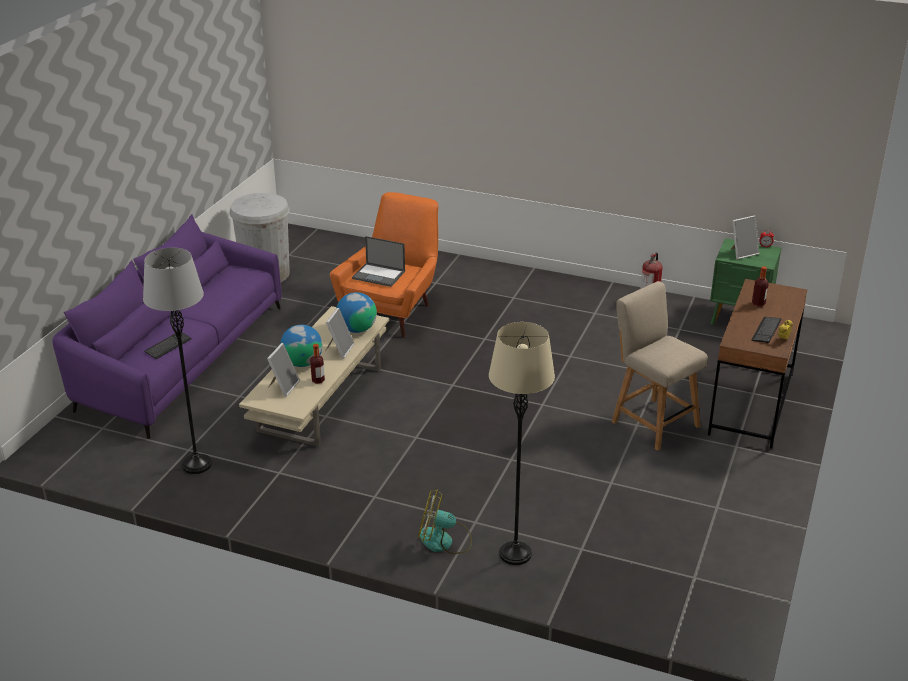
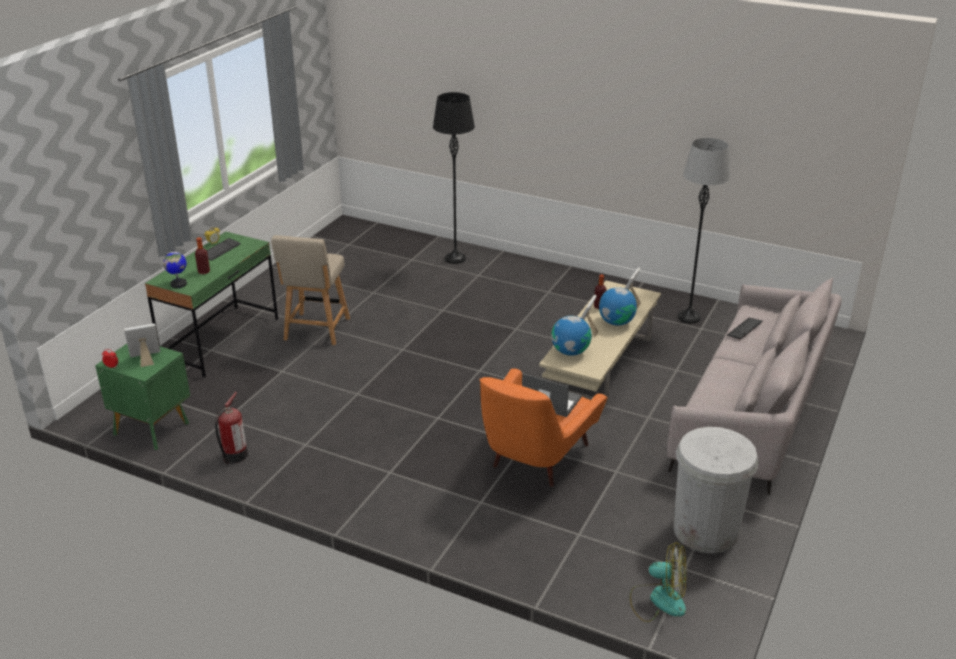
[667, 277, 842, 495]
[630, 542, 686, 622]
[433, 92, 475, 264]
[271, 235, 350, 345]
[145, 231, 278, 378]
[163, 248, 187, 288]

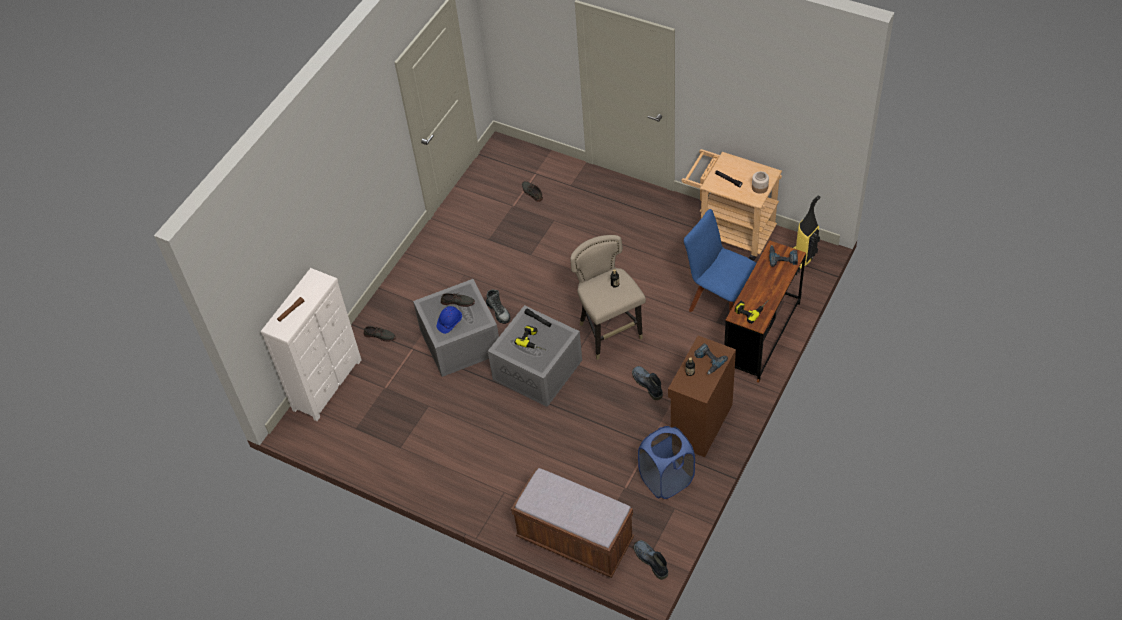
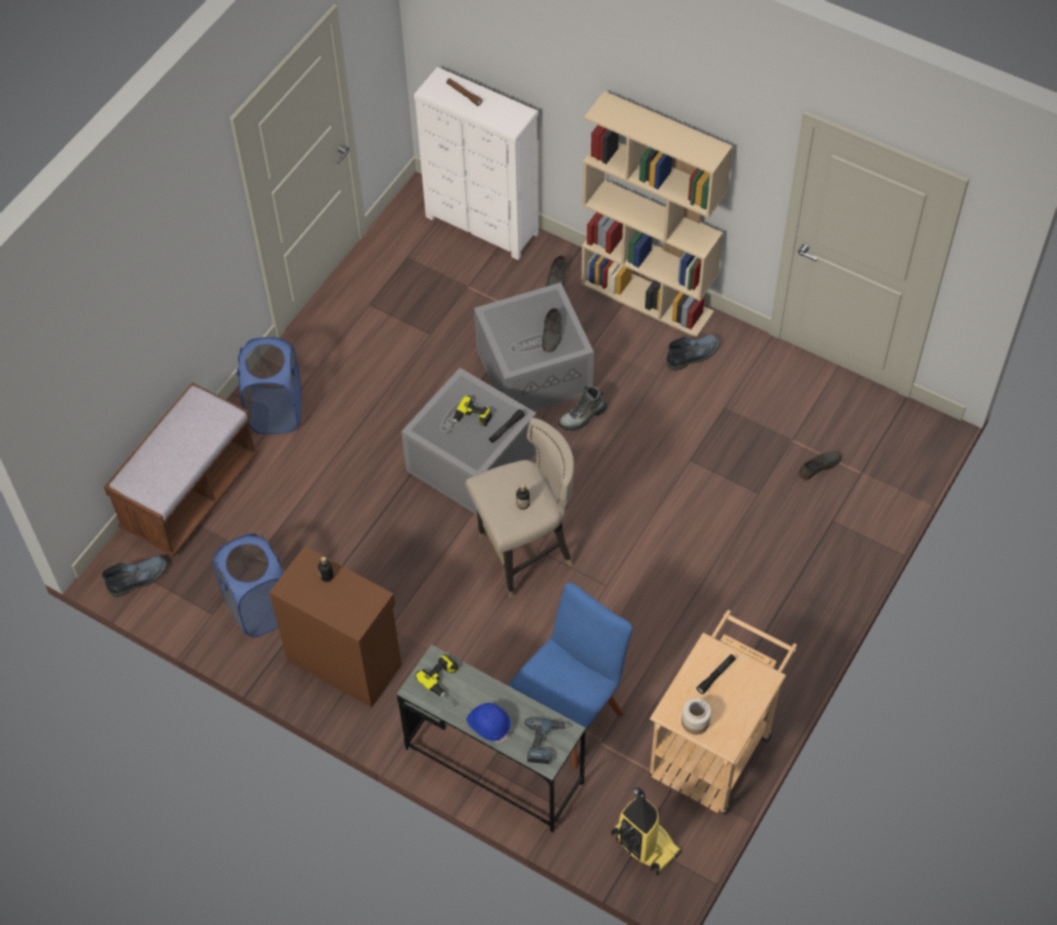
[467, 703, 511, 743]
[667, 334, 720, 371]
[694, 343, 728, 374] (first image)
[397, 644, 586, 832]
[237, 337, 301, 434]
[581, 91, 733, 338]

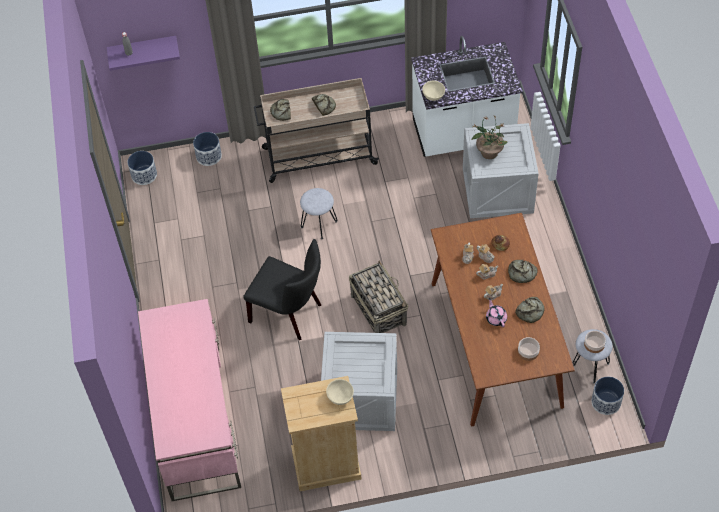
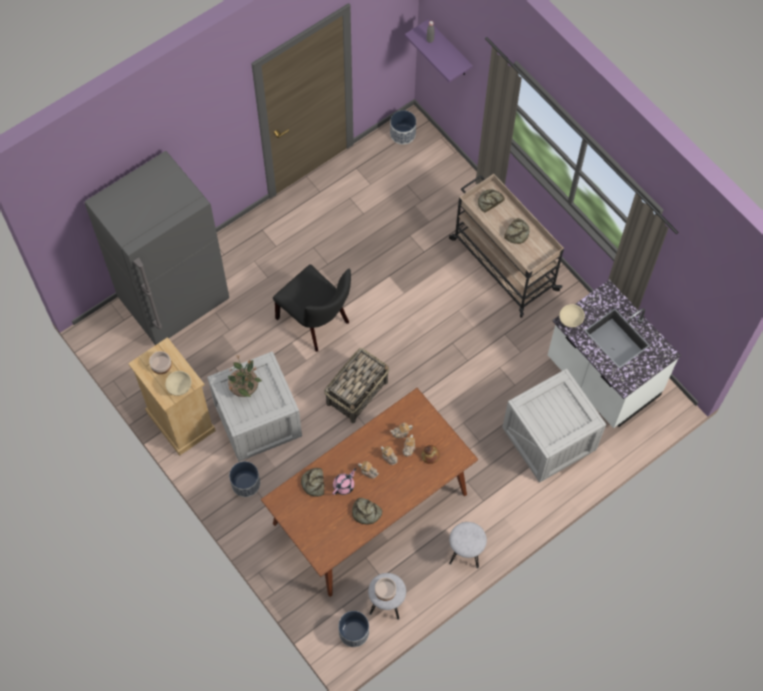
[85, 151, 229, 345]
[229, 461, 260, 497]
[273, 264, 351, 352]
[449, 522, 487, 568]
[228, 355, 262, 397]
[301, 468, 324, 497]
[149, 351, 172, 374]

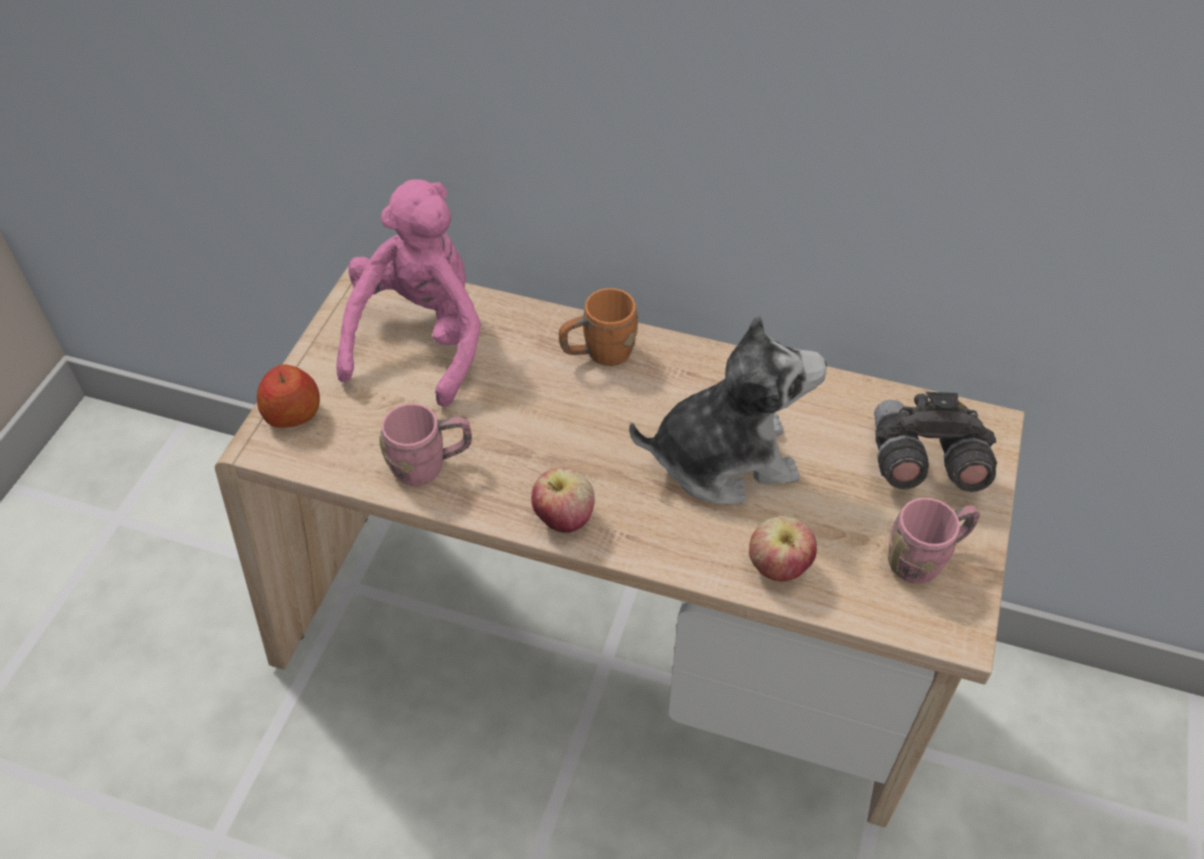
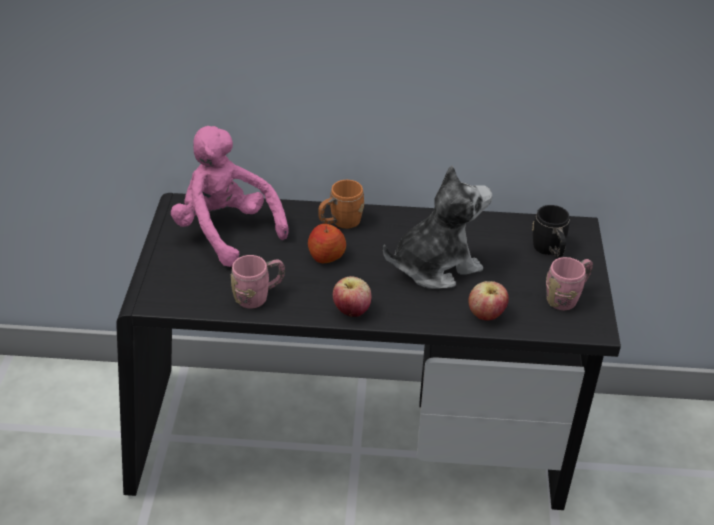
[116, 193, 621, 510]
[308, 224, 346, 263]
[171, 126, 289, 267]
[532, 205, 570, 257]

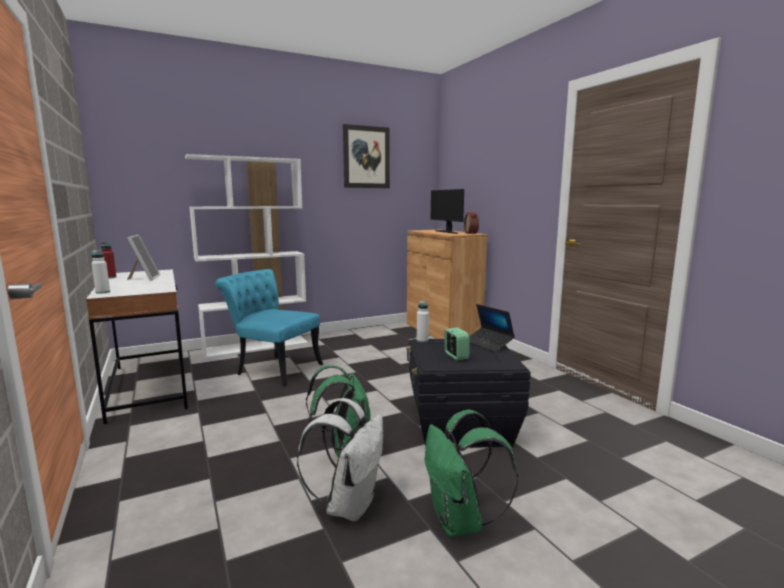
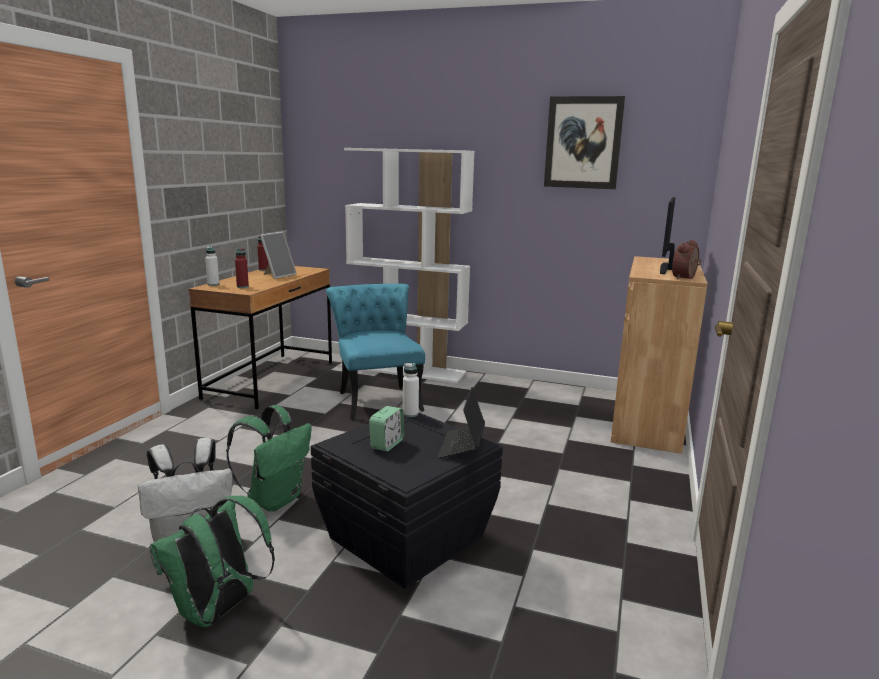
[189, 266, 332, 409]
[235, 248, 249, 288]

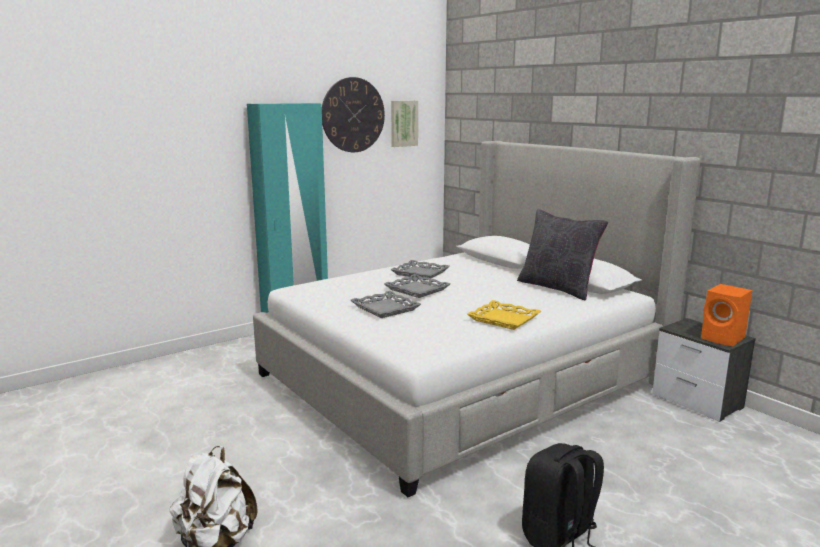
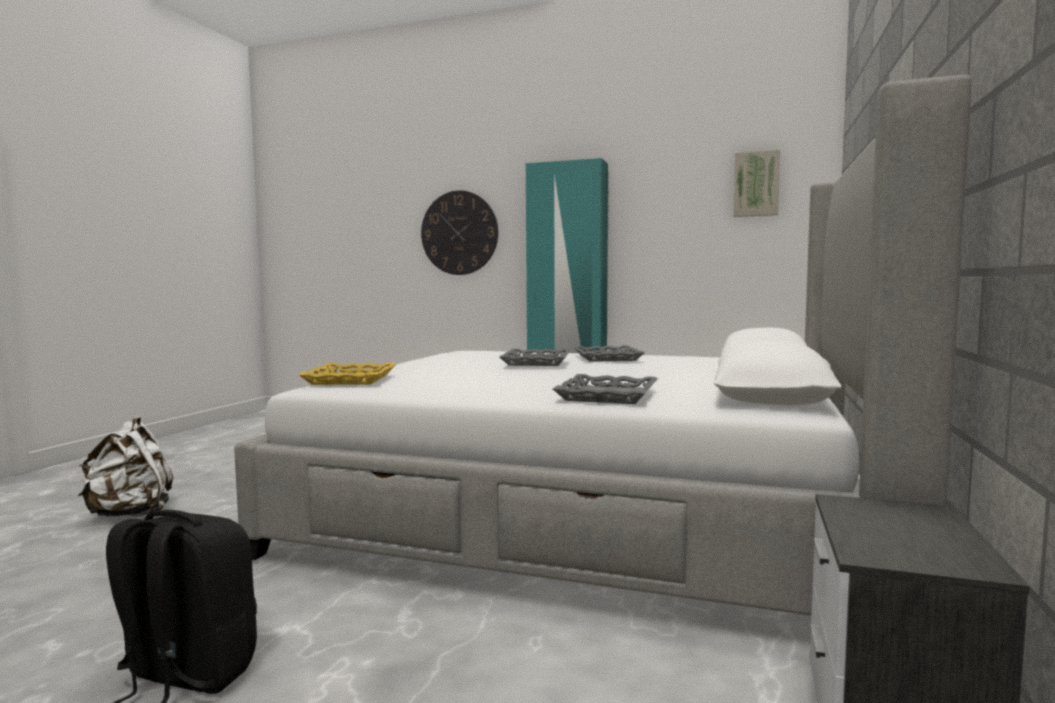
[421, 190, 498, 275]
[553, 374, 658, 404]
[299, 363, 396, 385]
[517, 209, 608, 300] (first image)
[701, 284, 752, 346] (first image)

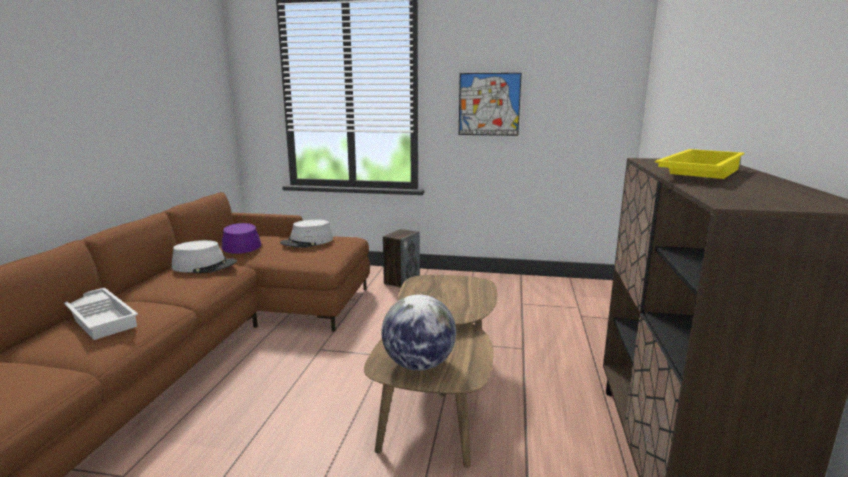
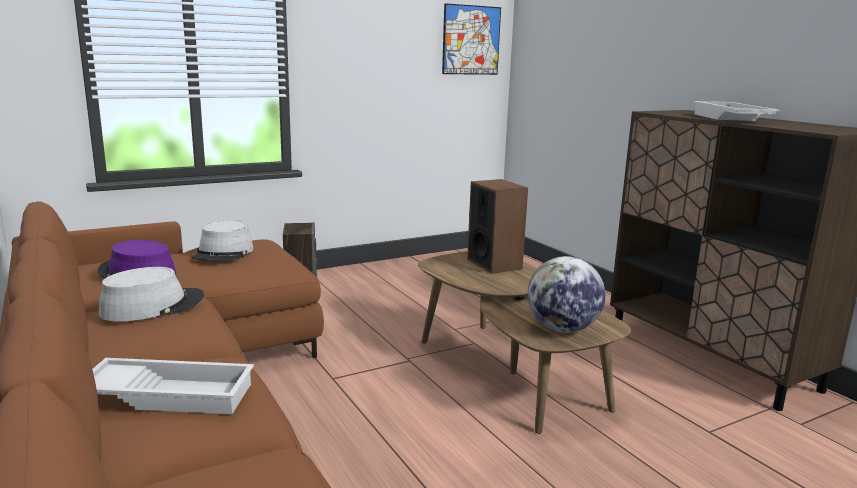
[442, 3, 501, 75]
[693, 101, 780, 121]
[467, 179, 528, 274]

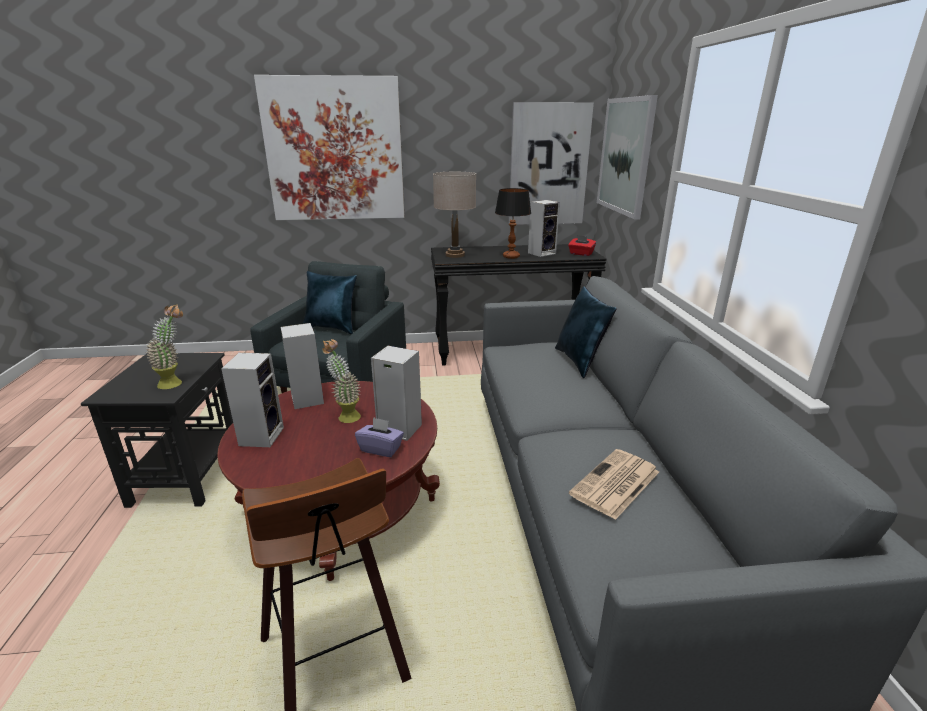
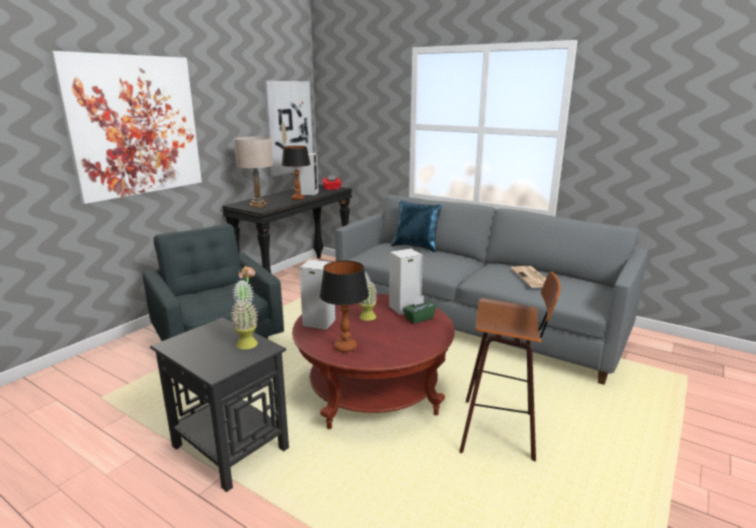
[320, 261, 369, 352]
[302, 271, 357, 334] (first image)
[403, 296, 436, 324]
[597, 95, 658, 220] (first image)

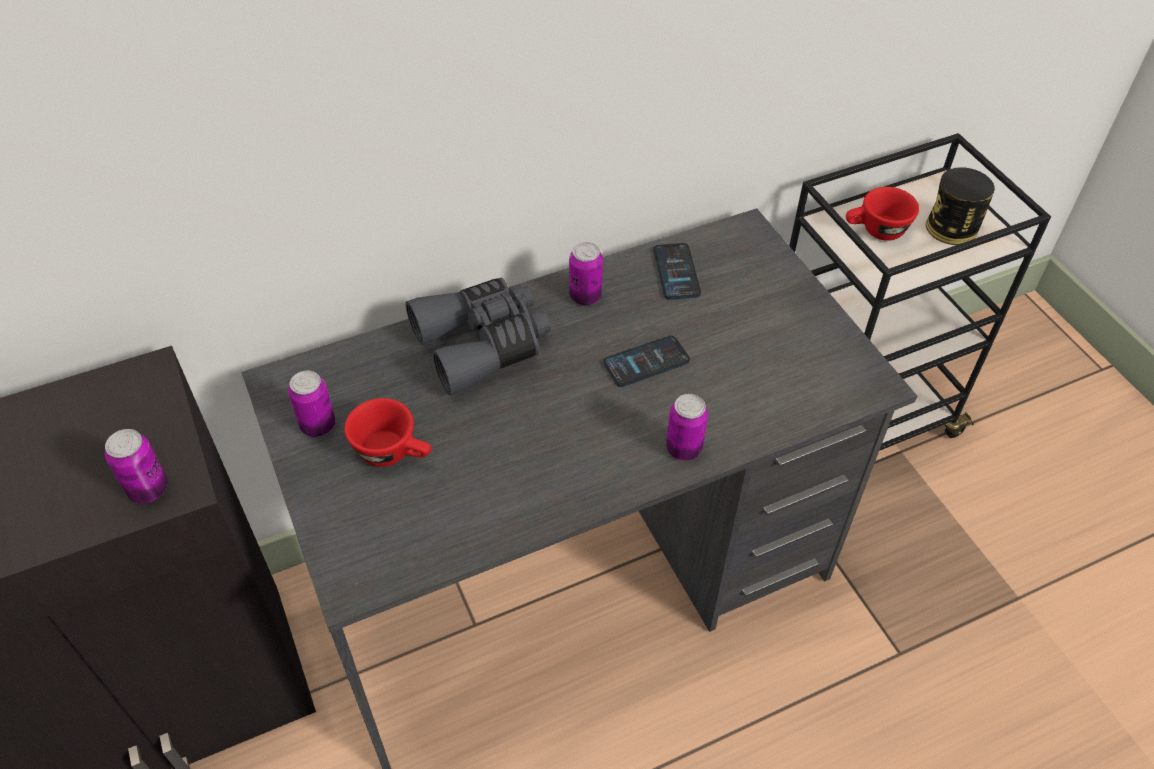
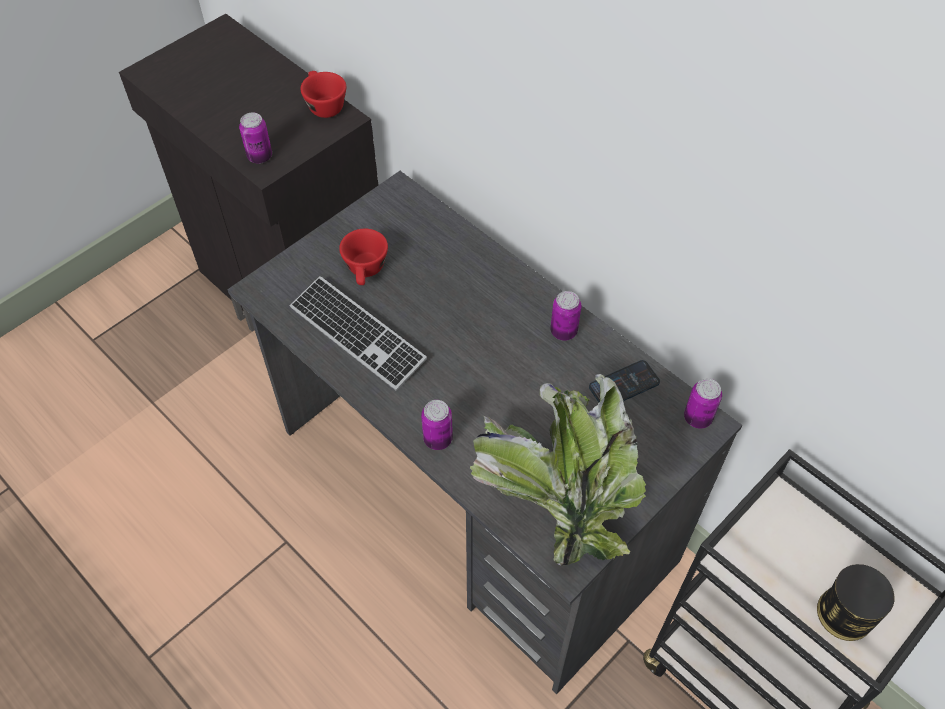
[684, 378, 722, 429]
[405, 278, 551, 396] (first image)
[604, 336, 690, 387] (first image)
[300, 71, 346, 118]
[290, 276, 427, 390]
[470, 374, 646, 566]

